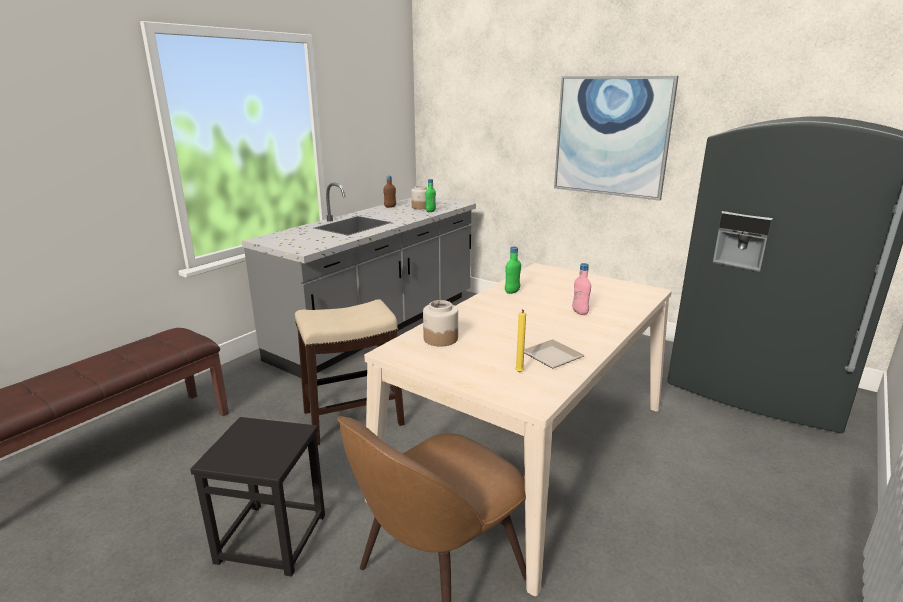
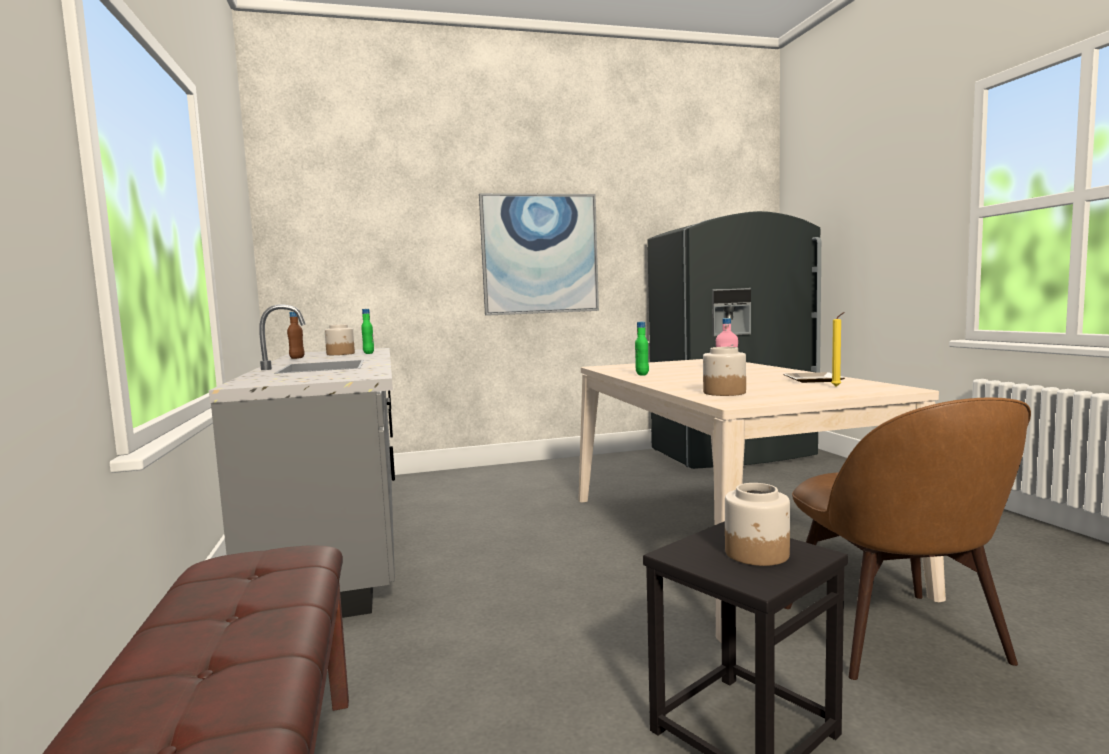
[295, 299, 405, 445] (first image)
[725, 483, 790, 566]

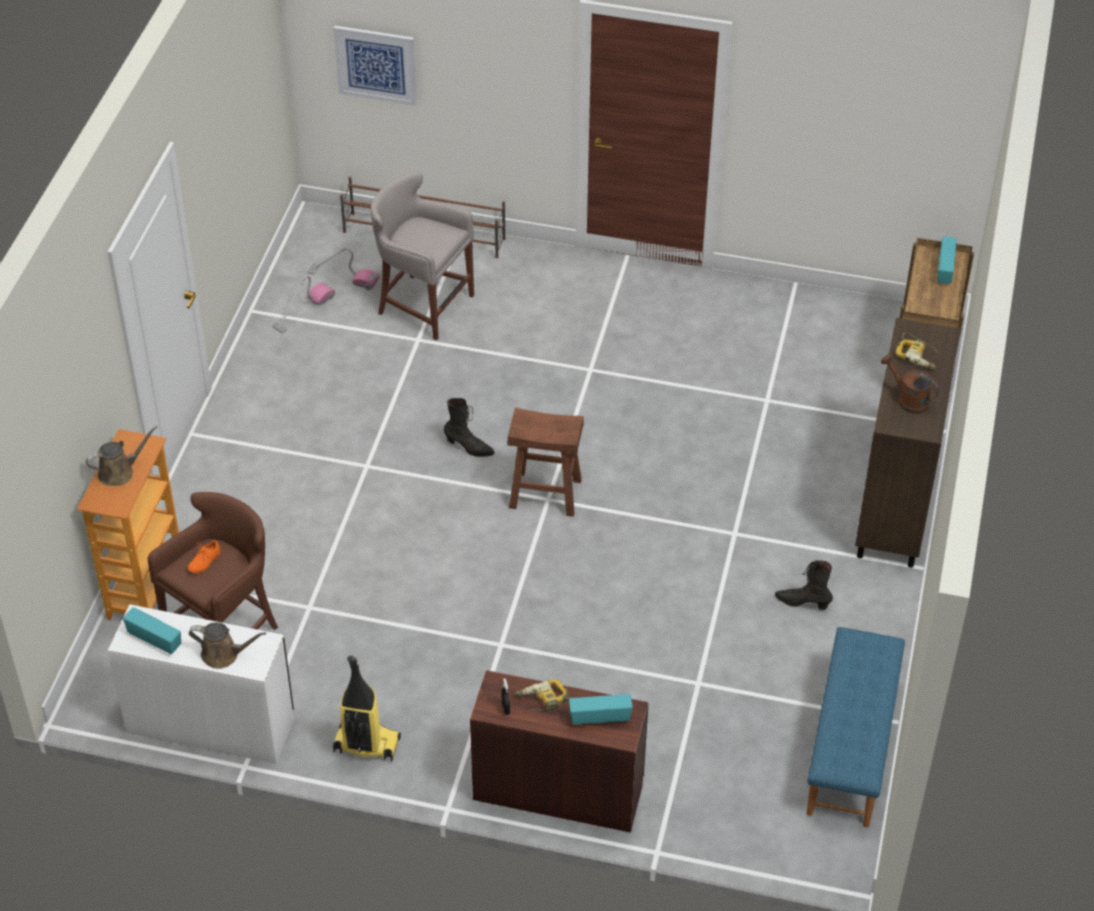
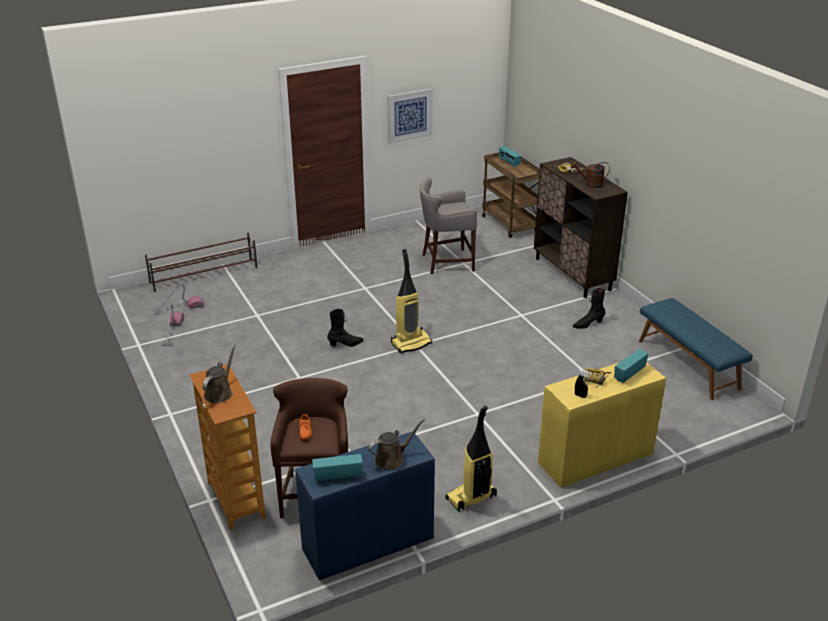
[295, 432, 435, 581]
[388, 88, 433, 144]
[420, 177, 477, 274]
[538, 362, 666, 488]
[391, 249, 432, 353]

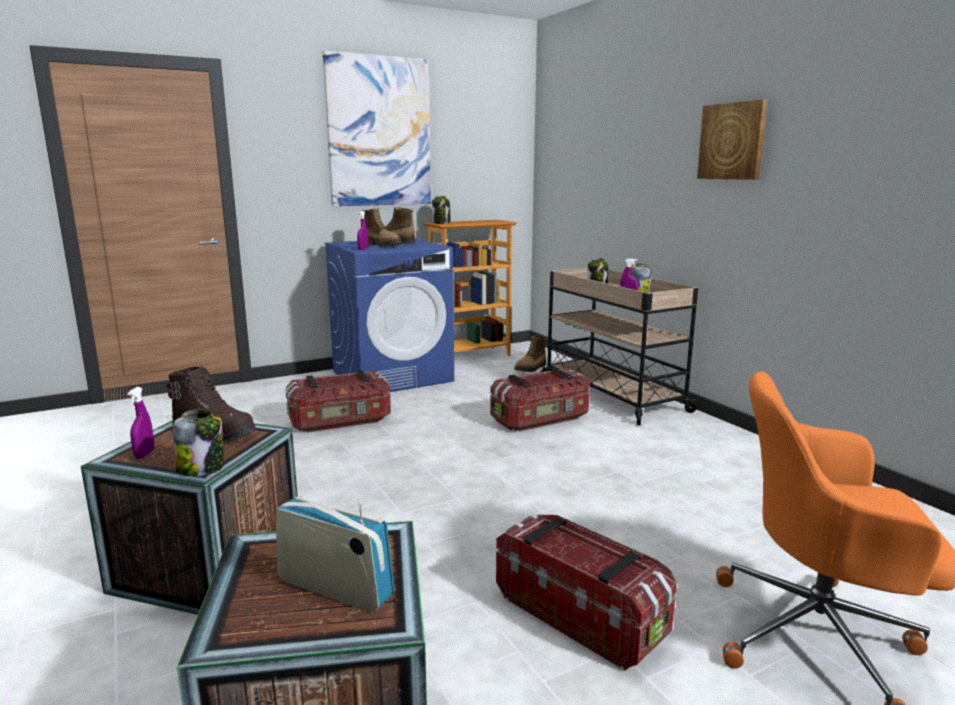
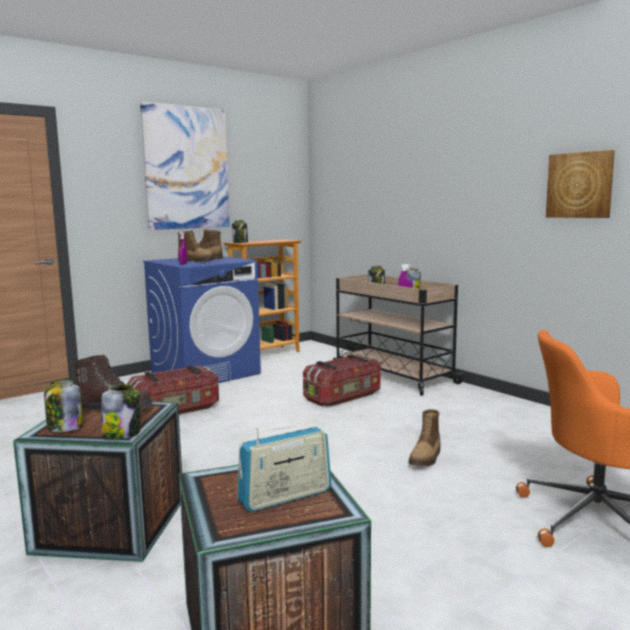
[44, 380, 83, 432]
[237, 426, 331, 512]
[496, 514, 677, 671] (first image)
[408, 409, 440, 466]
[546, 150, 615, 218]

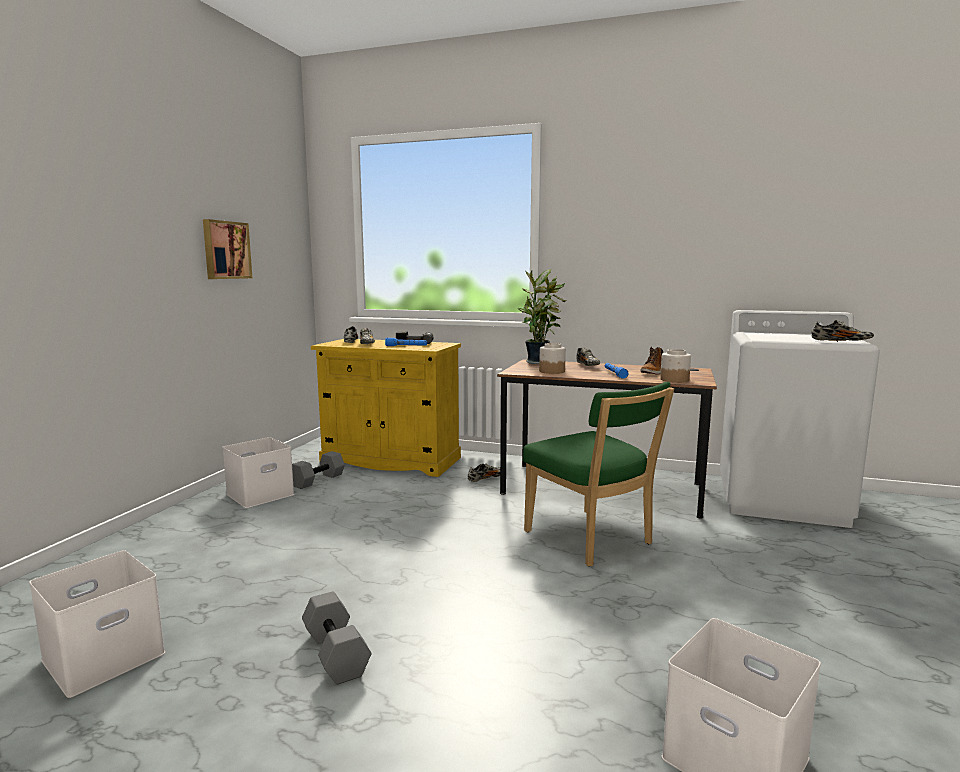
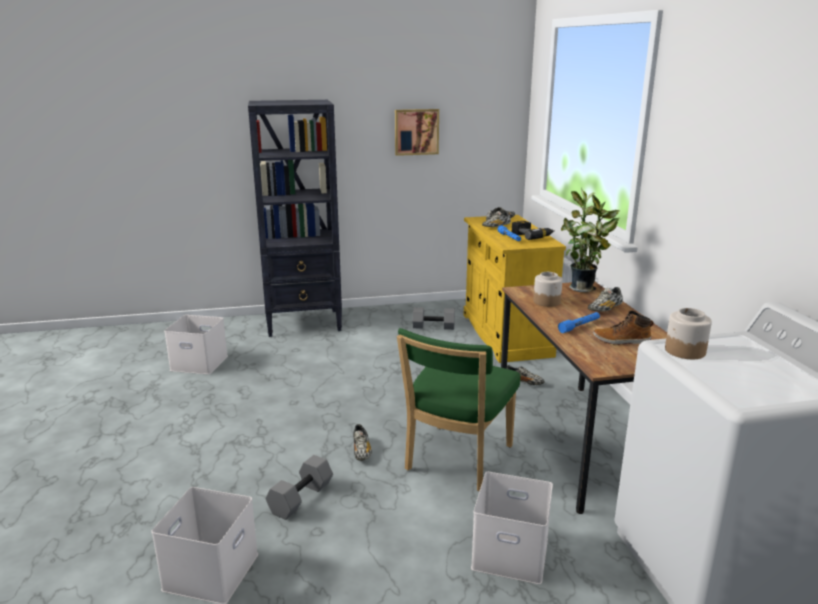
[471, 472, 553, 584]
[266, 455, 333, 520]
[665, 308, 712, 359]
[353, 424, 372, 461]
[248, 100, 342, 337]

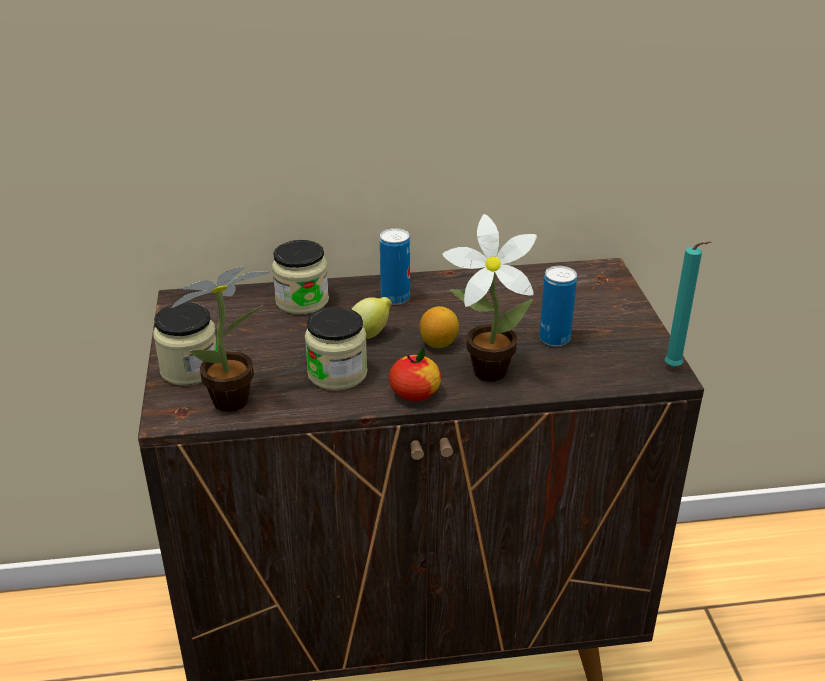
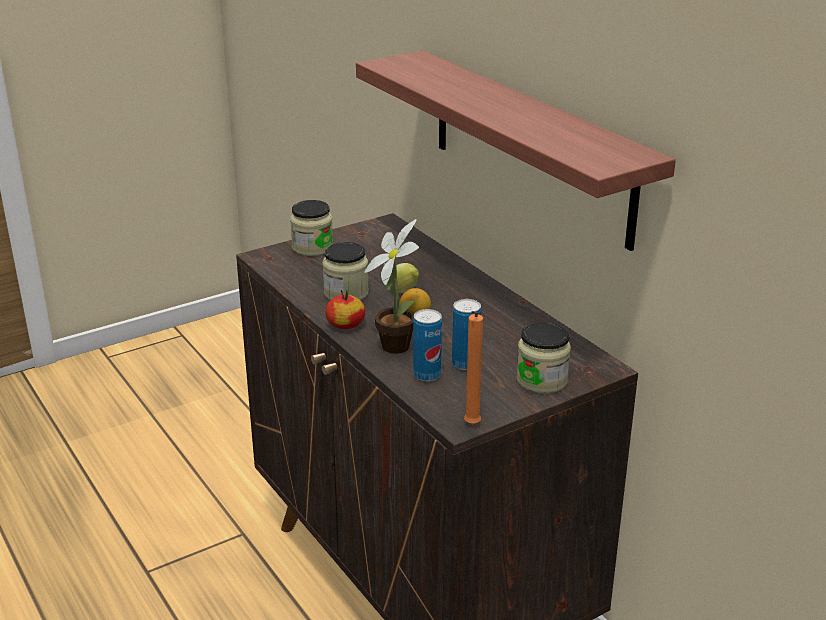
[172, 267, 270, 412] (first image)
[516, 322, 571, 394]
[413, 309, 442, 381]
[464, 311, 483, 425]
[356, 51, 676, 251]

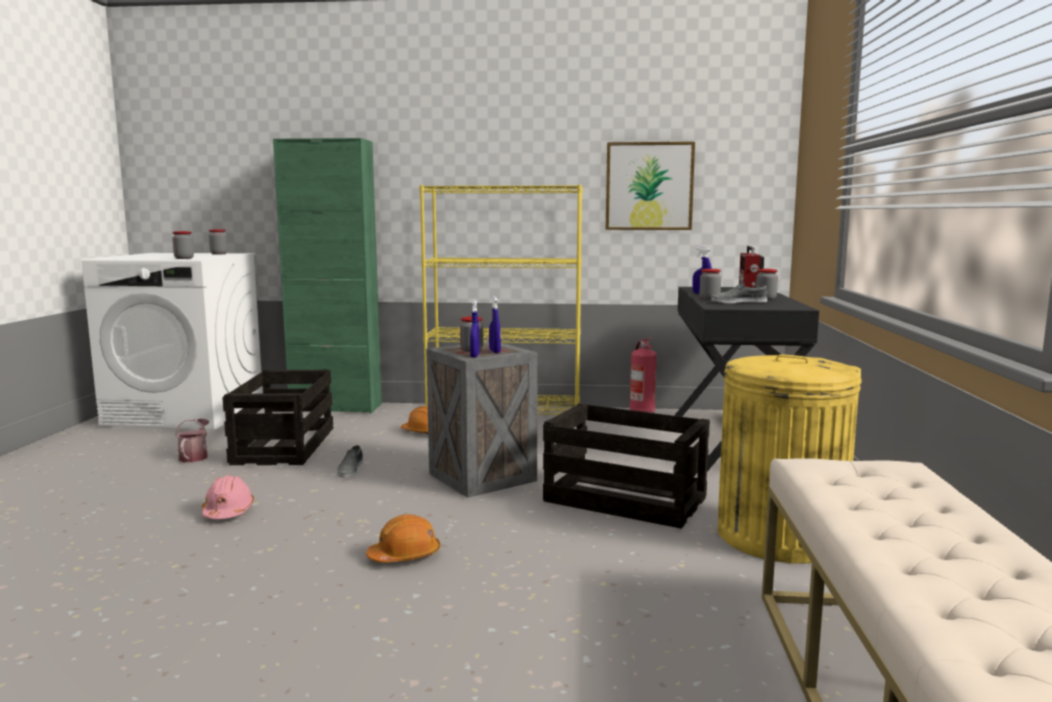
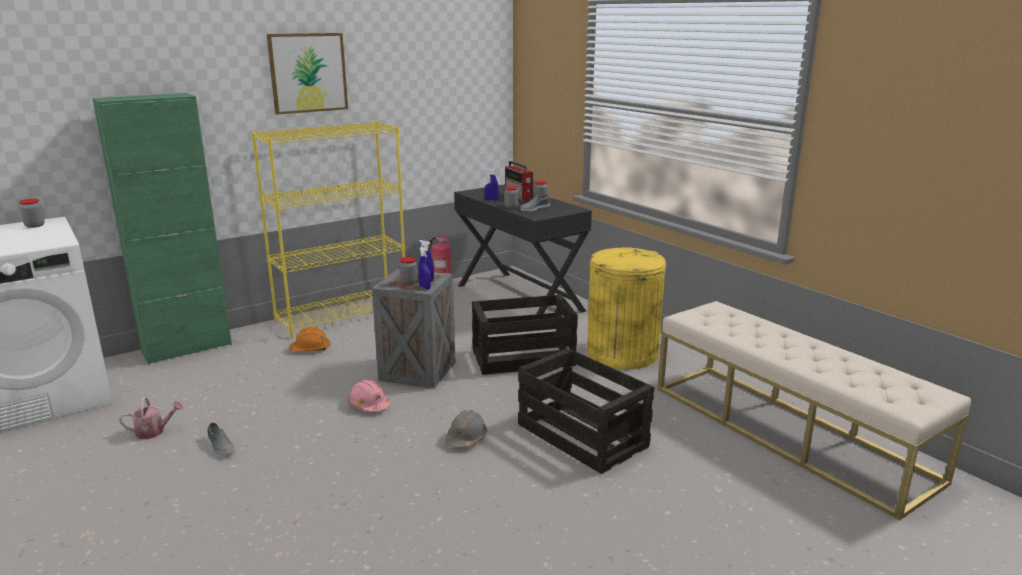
[172, 231, 194, 259] (first image)
[119, 397, 184, 439]
[348, 380, 391, 412]
[518, 348, 654, 474]
[207, 423, 235, 458]
[445, 410, 488, 448]
[267, 33, 348, 114]

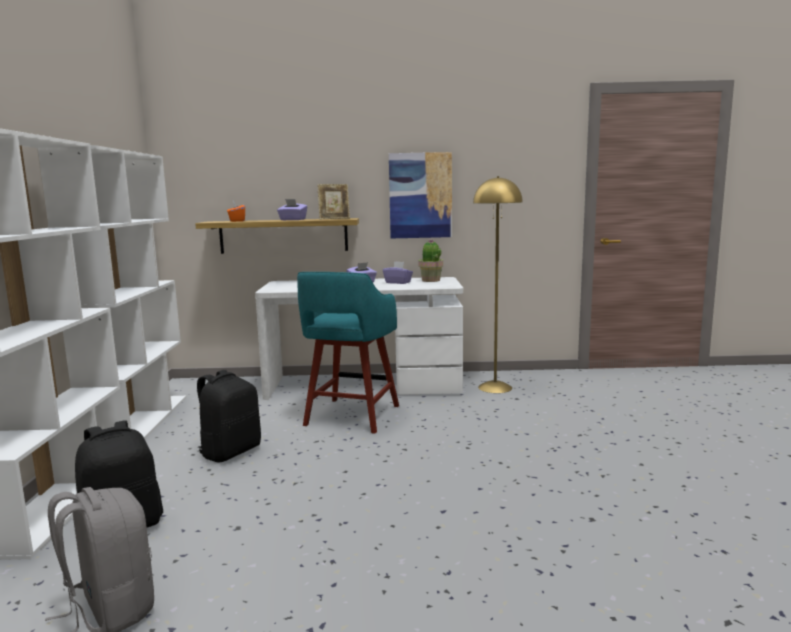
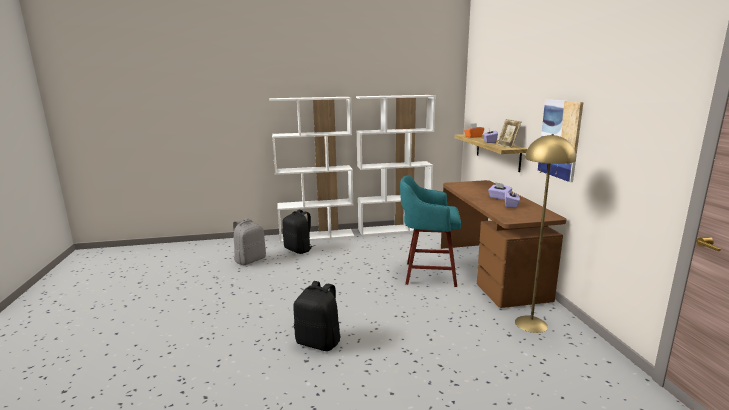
[293, 281, 341, 351]
[441, 180, 566, 308]
[418, 239, 443, 282] (first image)

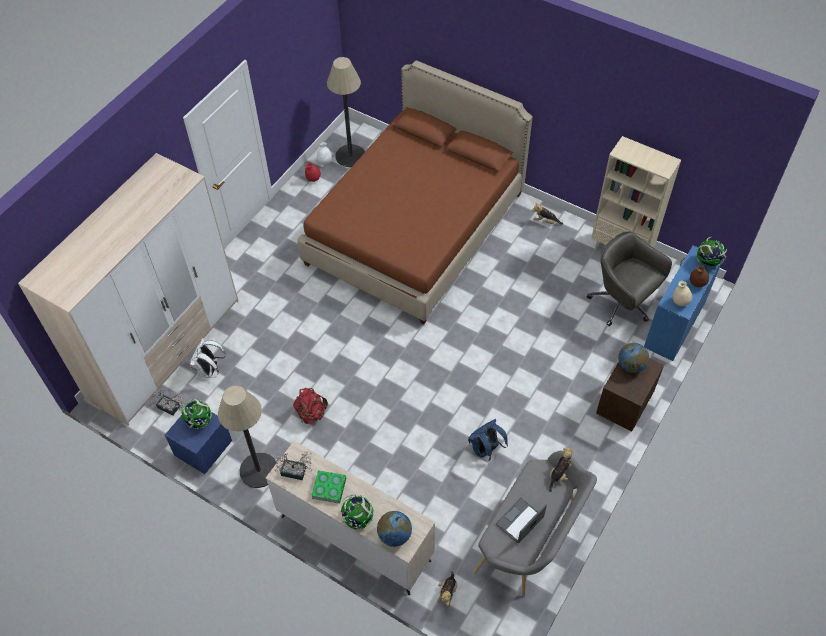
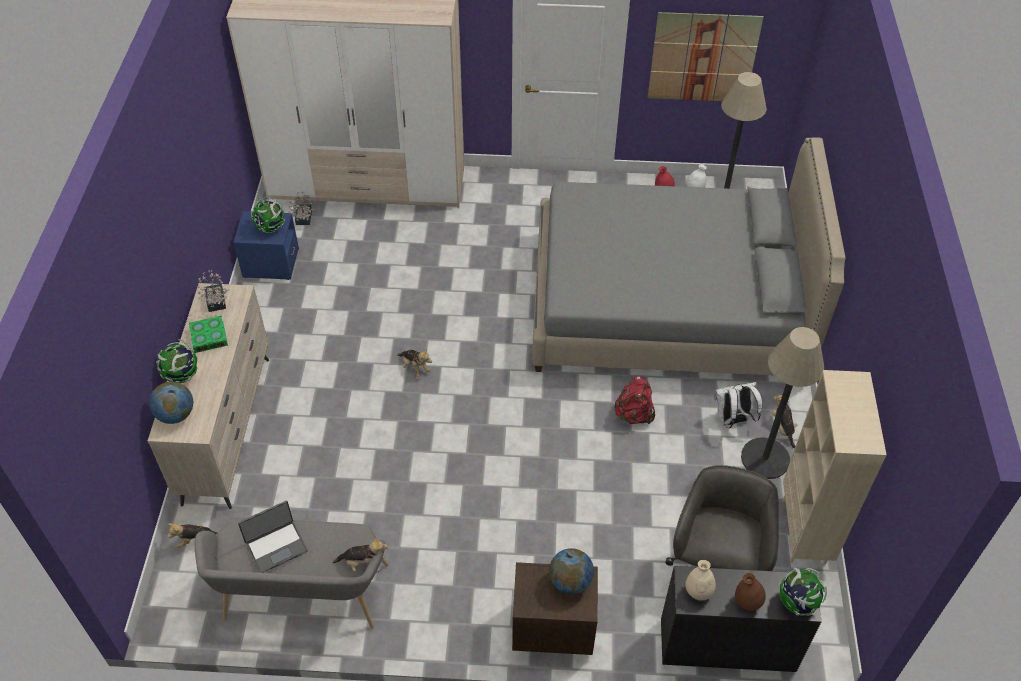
[714, 382, 762, 428]
[741, 327, 824, 479]
[614, 376, 655, 424]
[532, 137, 845, 375]
[468, 419, 508, 461] (first image)
[238, 501, 308, 573]
[661, 566, 822, 672]
[398, 348, 432, 377]
[648, 12, 764, 101]

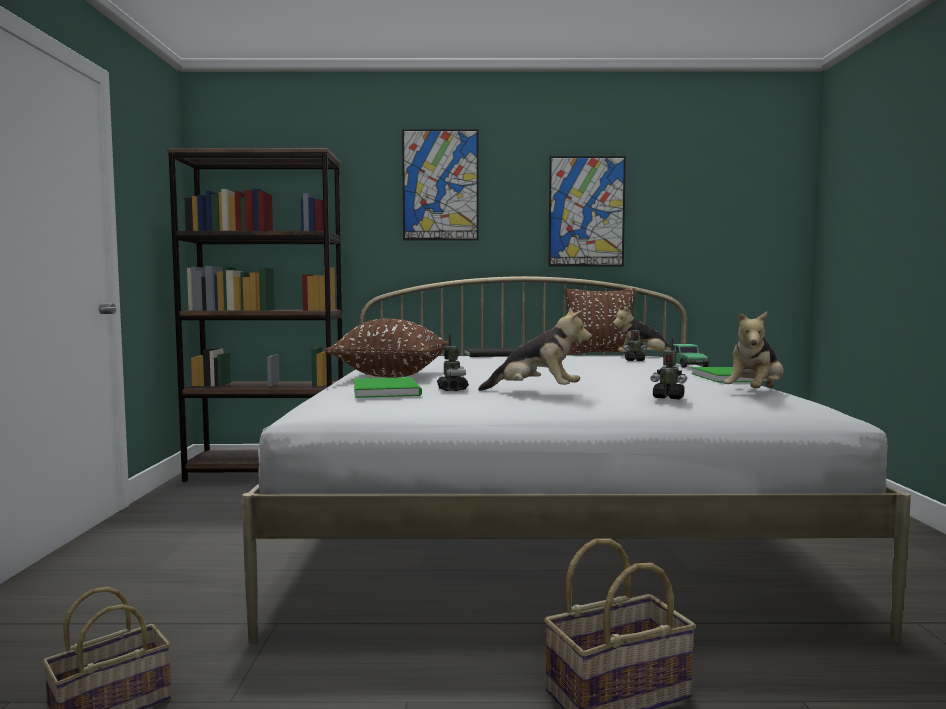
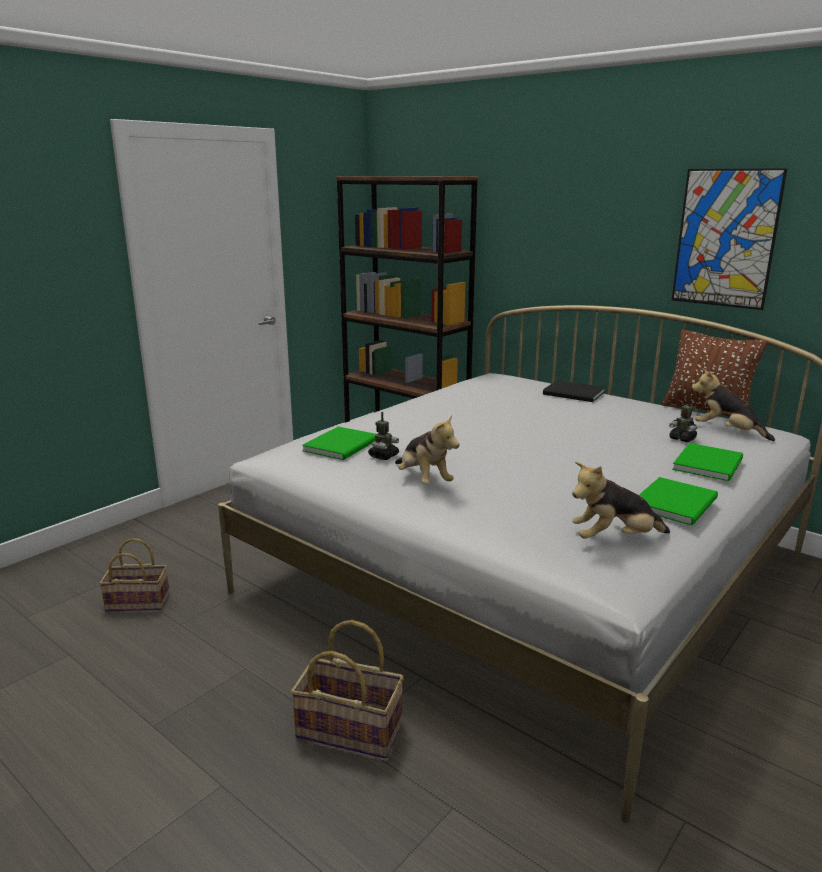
[324, 319, 449, 377] (first image)
[402, 129, 479, 241] (first image)
[650, 338, 687, 399] (first image)
[672, 443, 743, 481]

